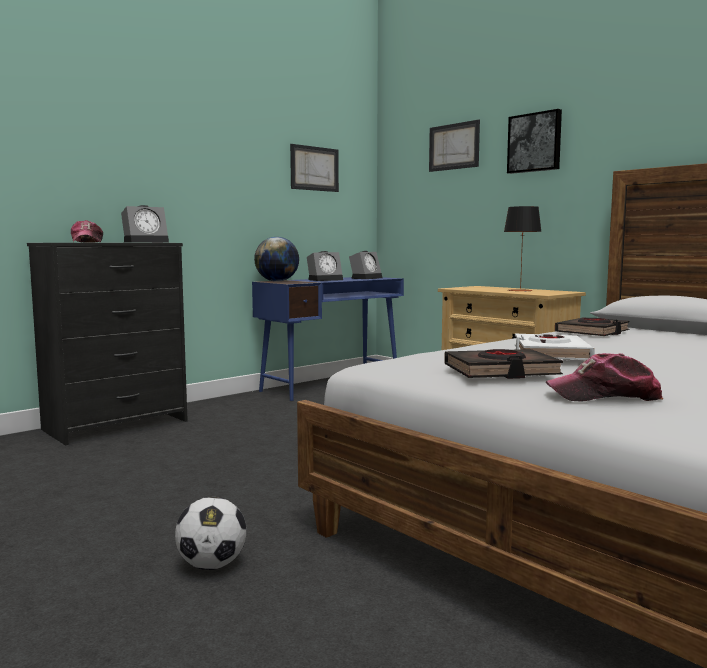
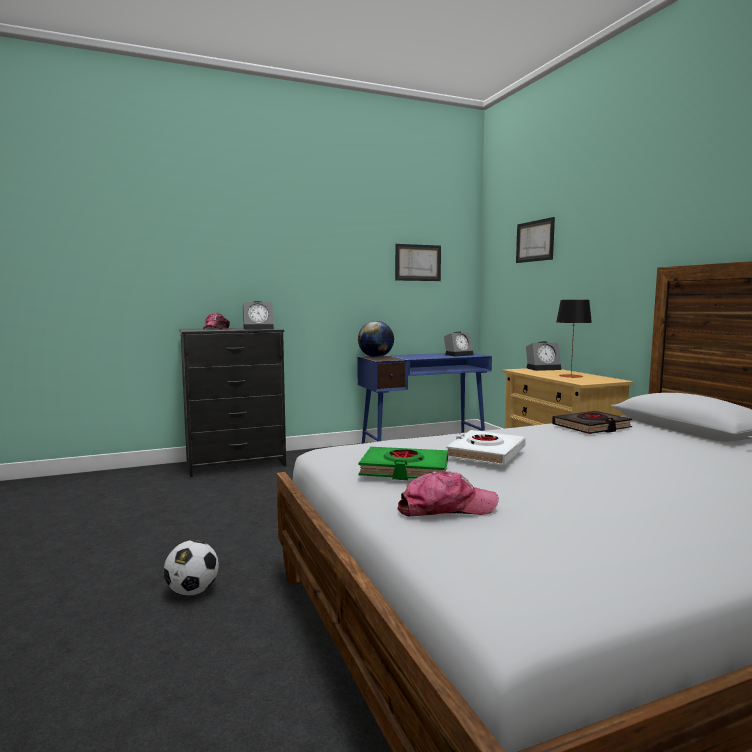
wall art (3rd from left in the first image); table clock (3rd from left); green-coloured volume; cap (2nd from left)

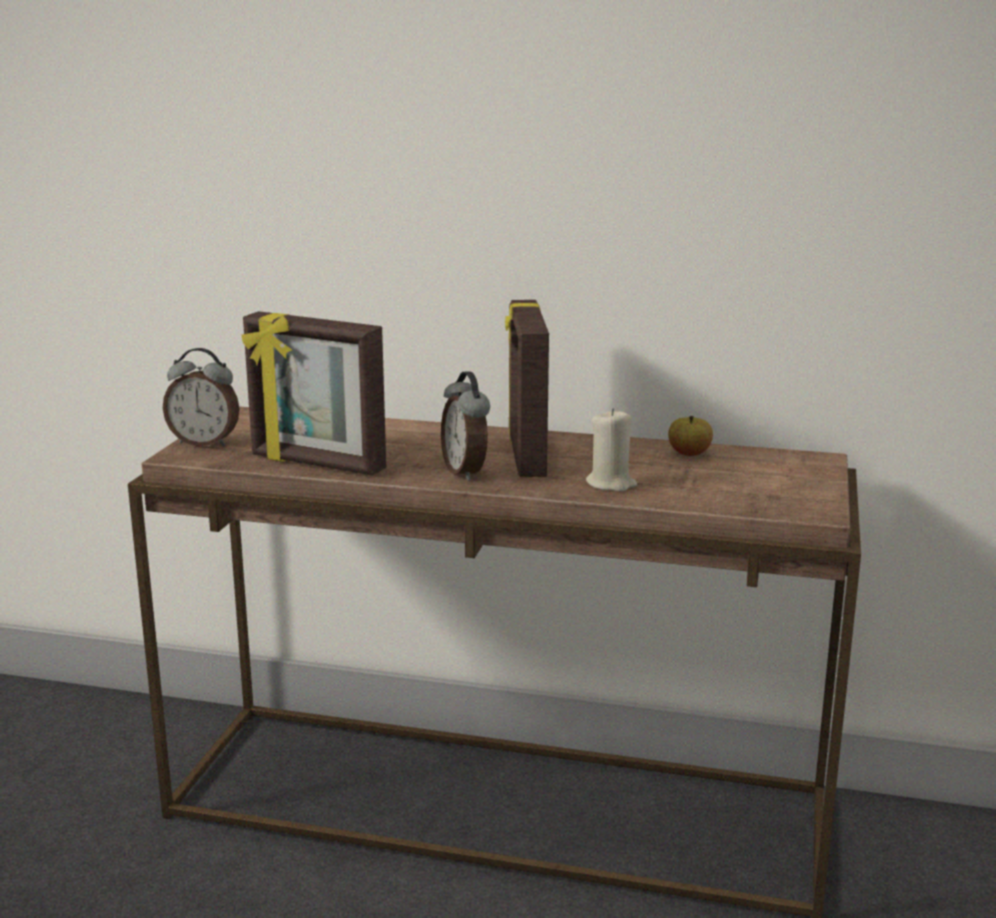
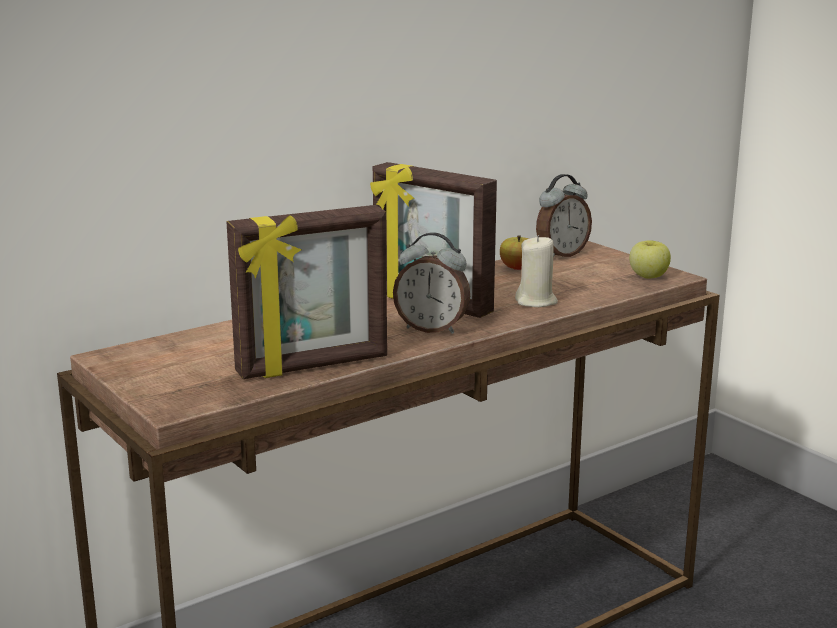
table clock (2nd from left); whole apple (2nd from left)

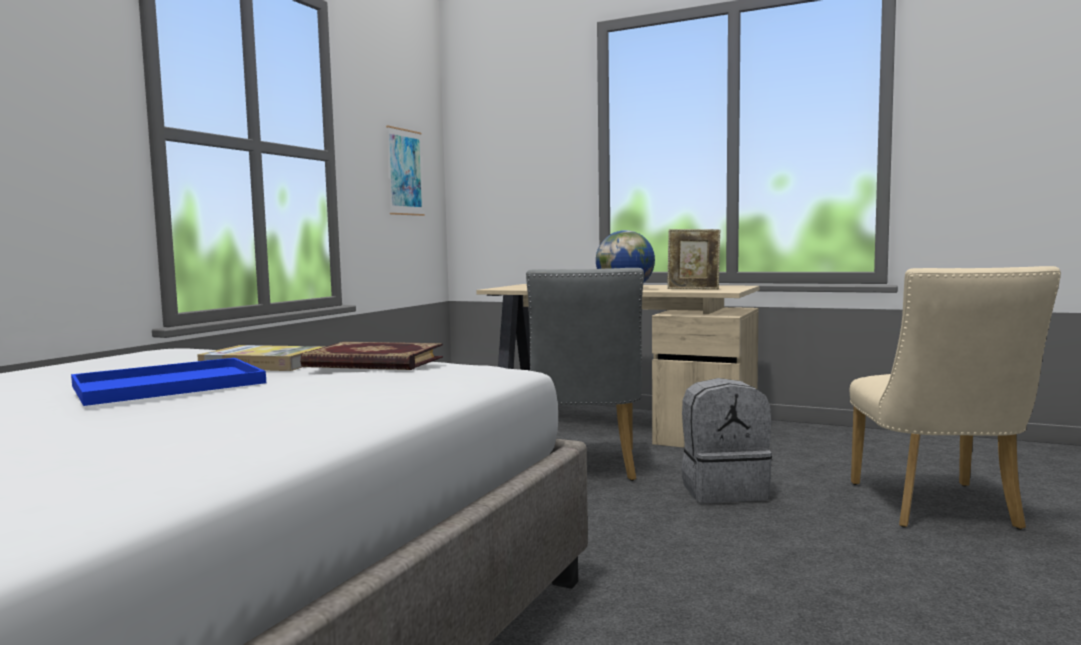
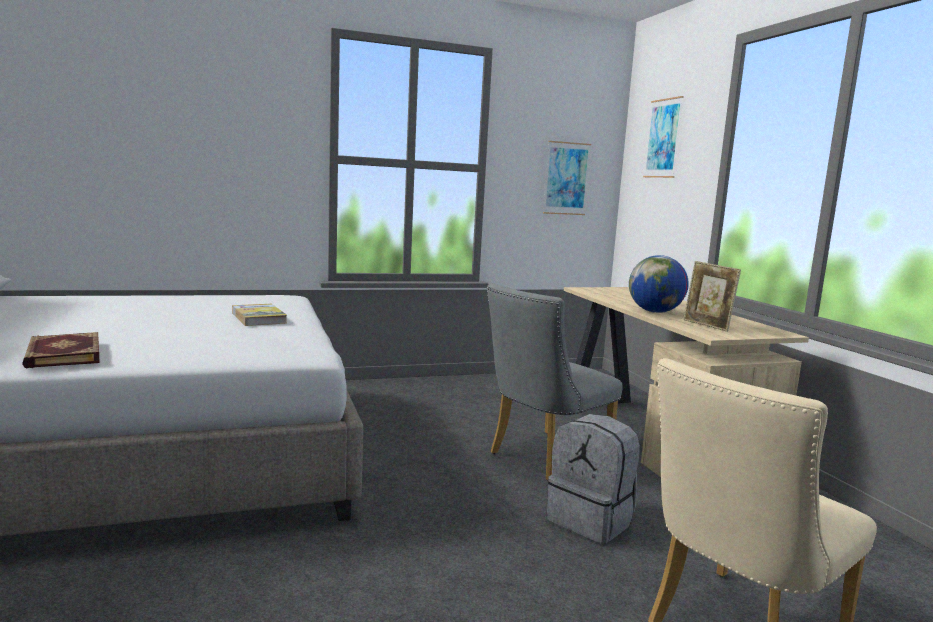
volume (1st from left); bluish serving tray; wall art (2nd from left)

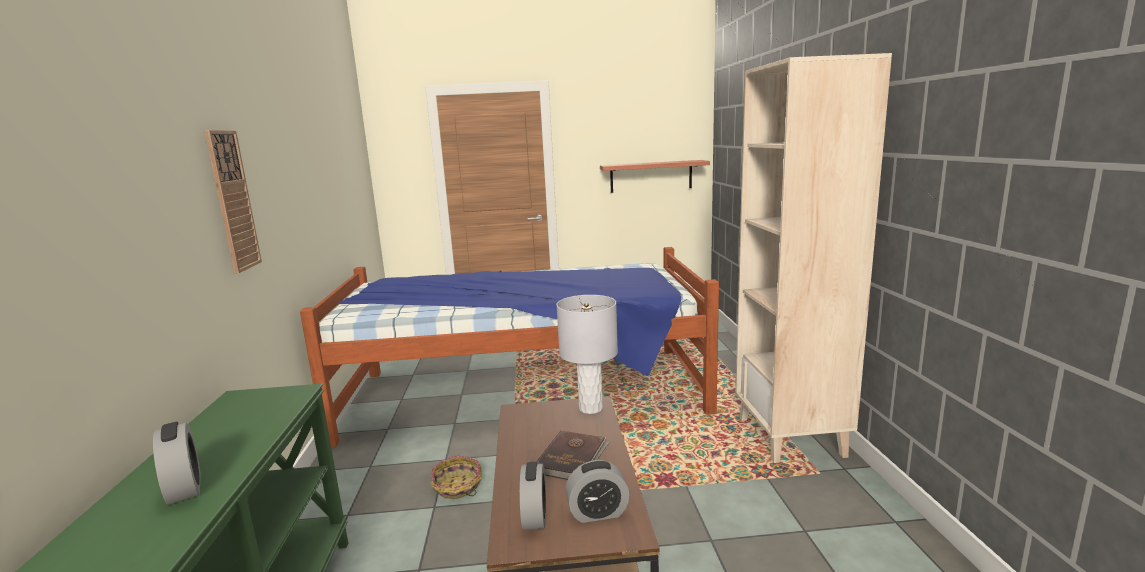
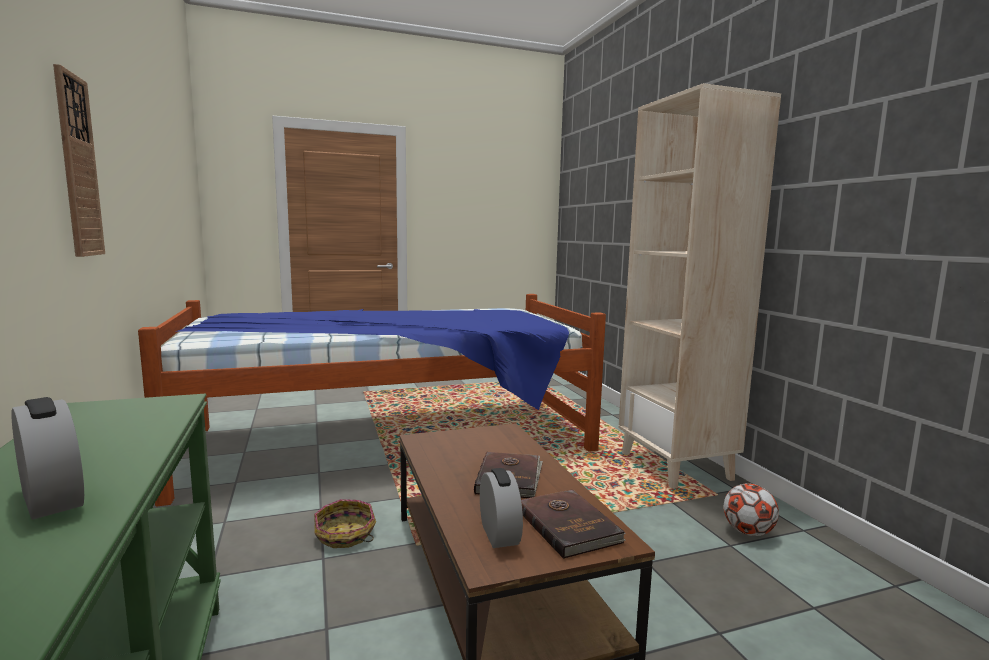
shelf; grey lamp for a table; brown-coloured volume (2nd from left); ball for football

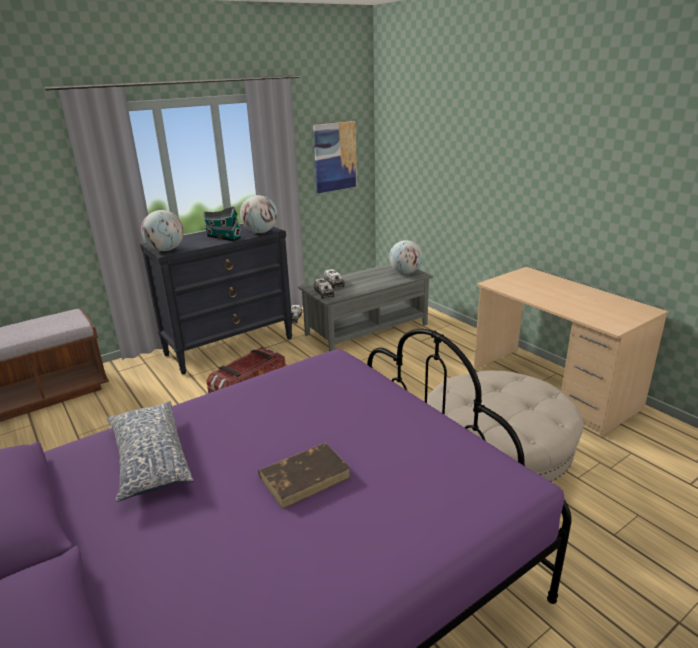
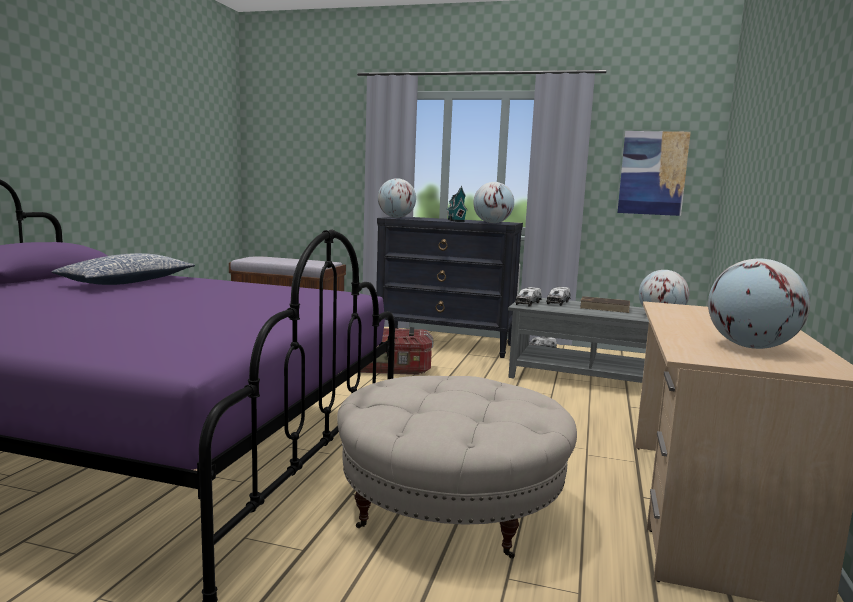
brown-coloured volume; desk globe (4th from left)

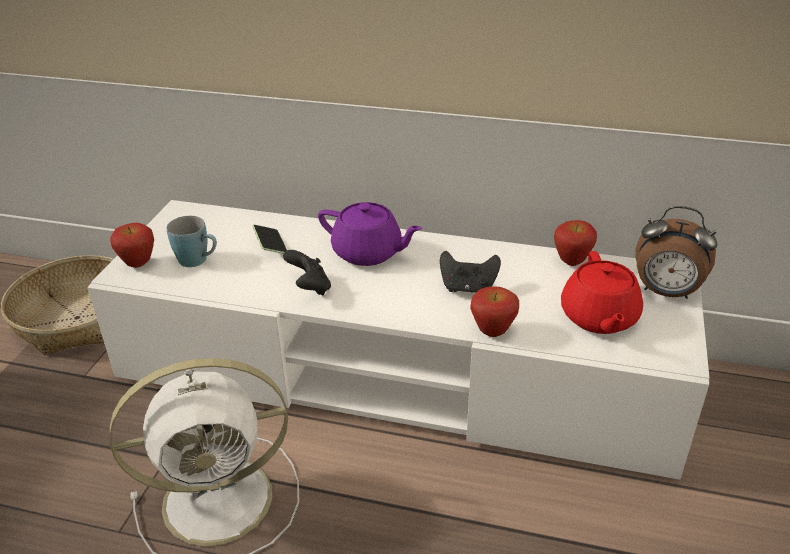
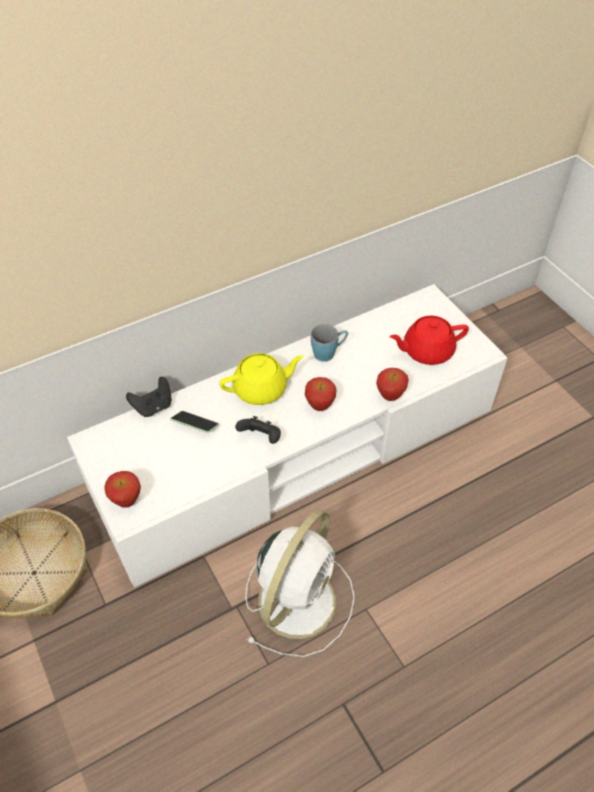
yellowish teapot; table clock; bluish coffee mug; whole apple (2nd from left); blackish game controller (1st from left); reddish teapot

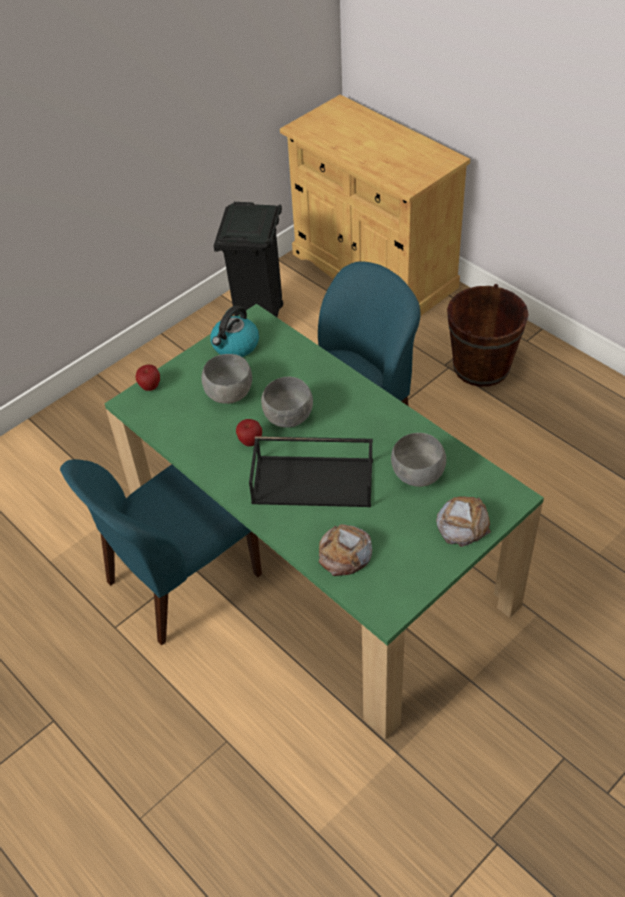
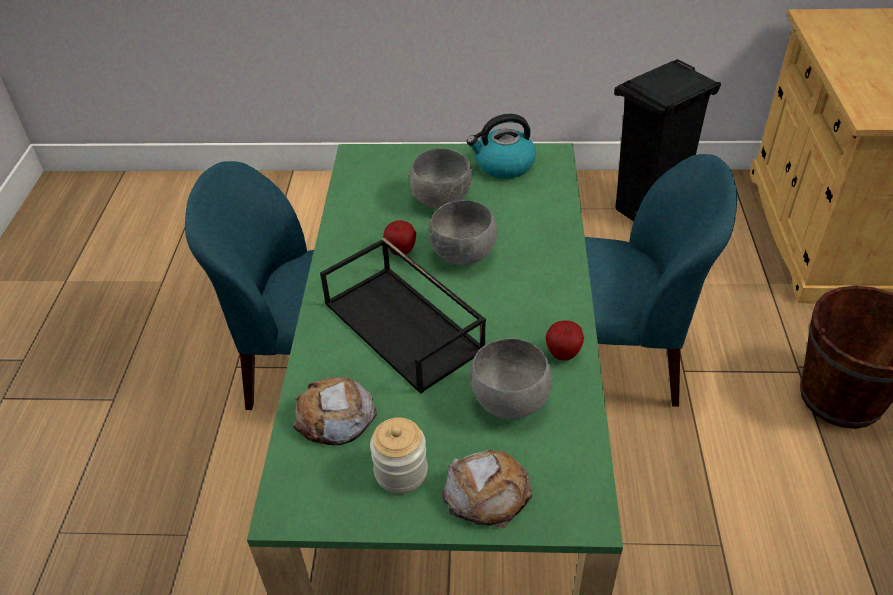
whole apple (2nd from left); jar

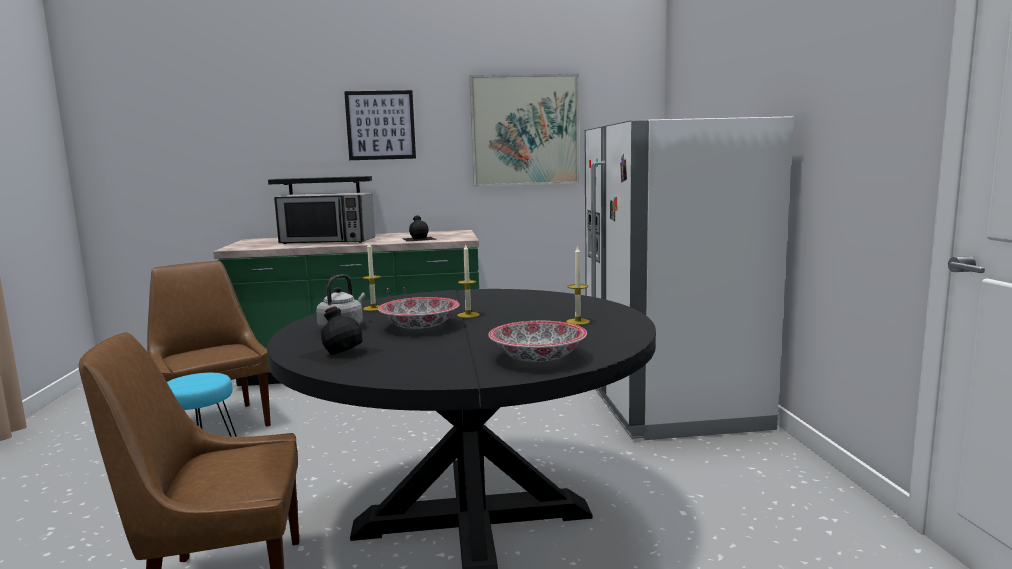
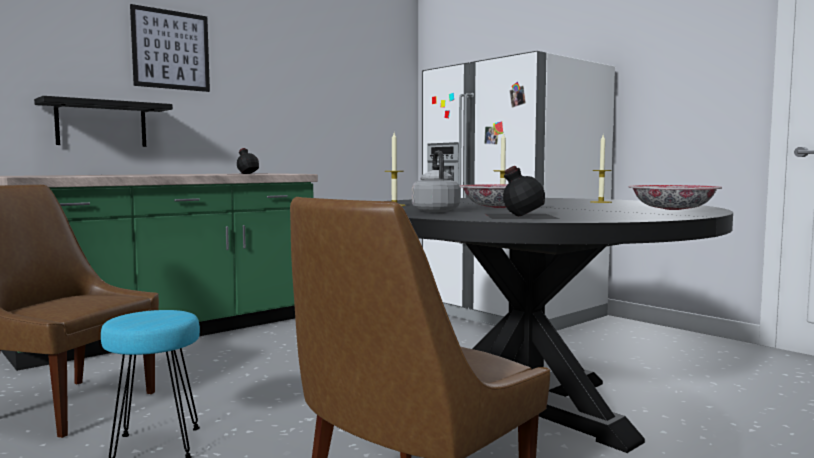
wall art (2nd from left in the first image); microwave oven

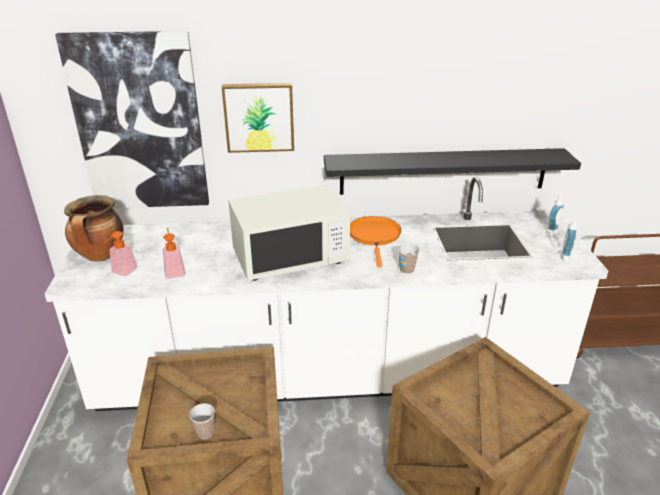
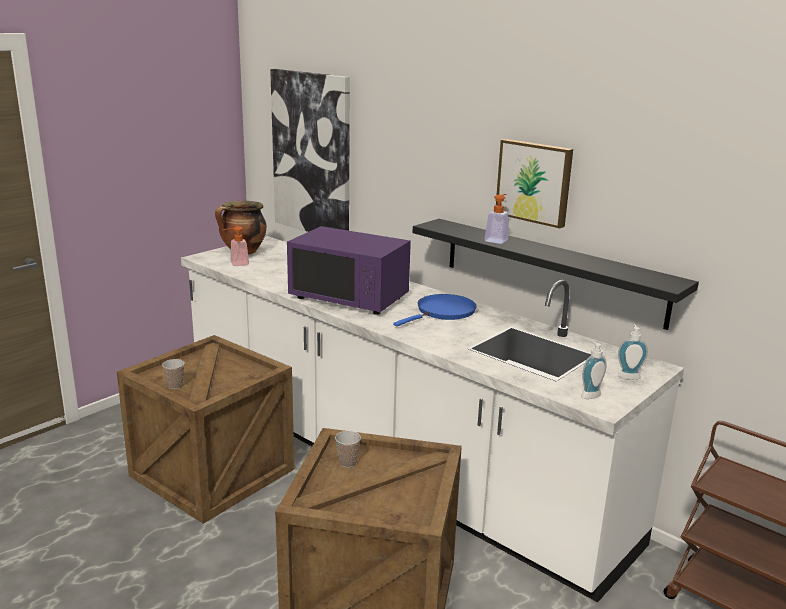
wall art (2nd from left); purple-coloured microwave oven; bluish skillet; soap dispenser (2nd from left); small cup (2nd from left)

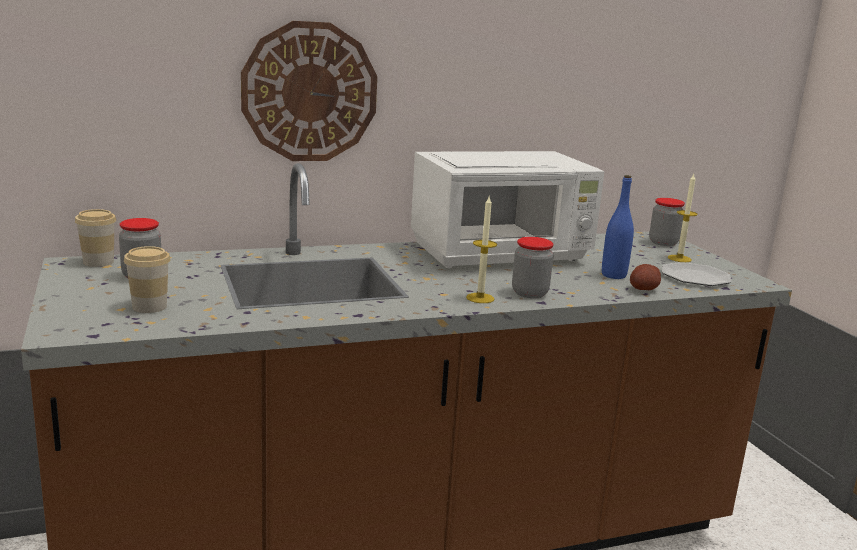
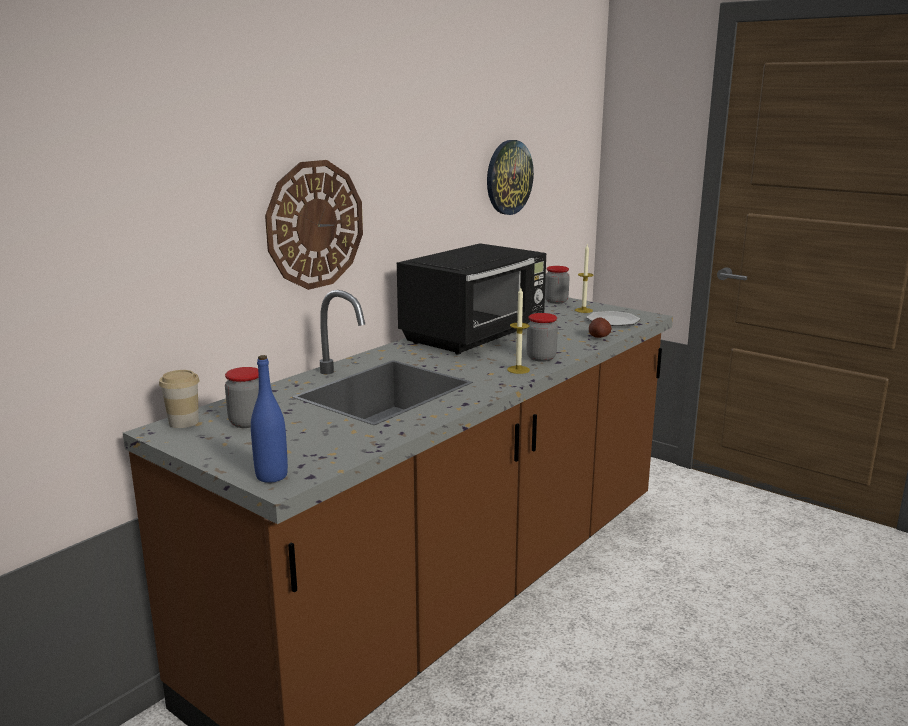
blackish microwave oven; bluish bottle; small cup (2nd from left in the first image); hanging clock (2nd from left)

